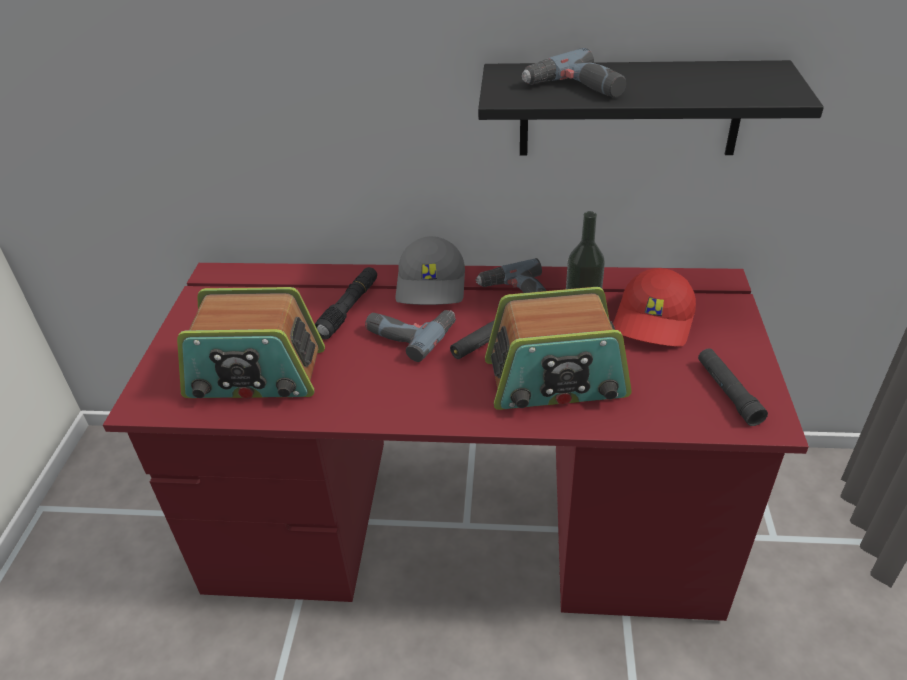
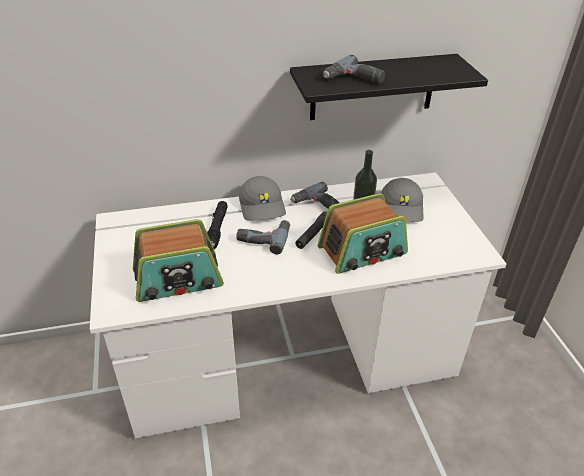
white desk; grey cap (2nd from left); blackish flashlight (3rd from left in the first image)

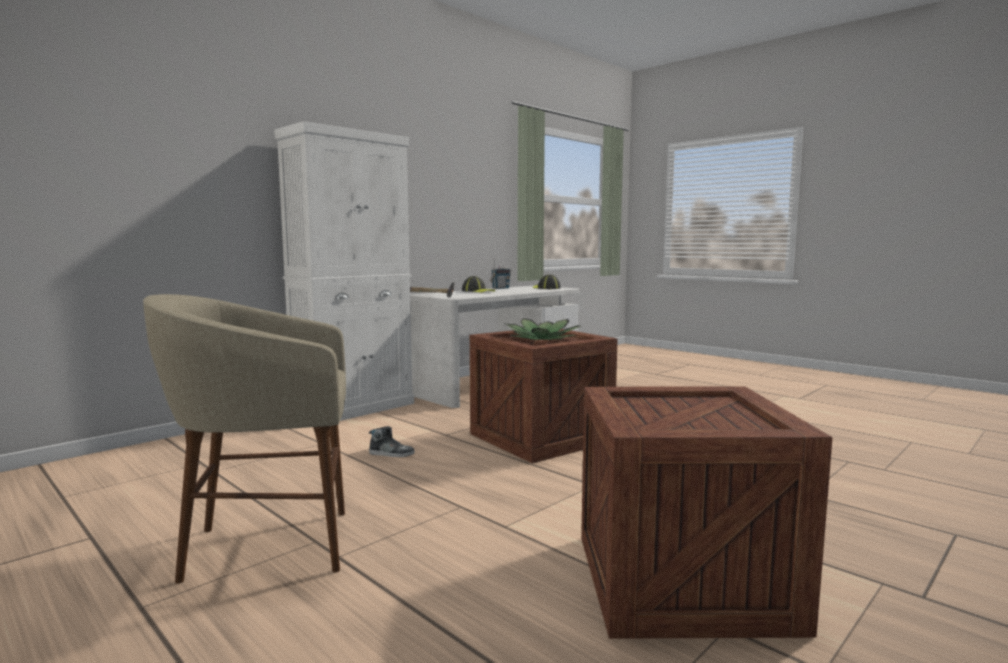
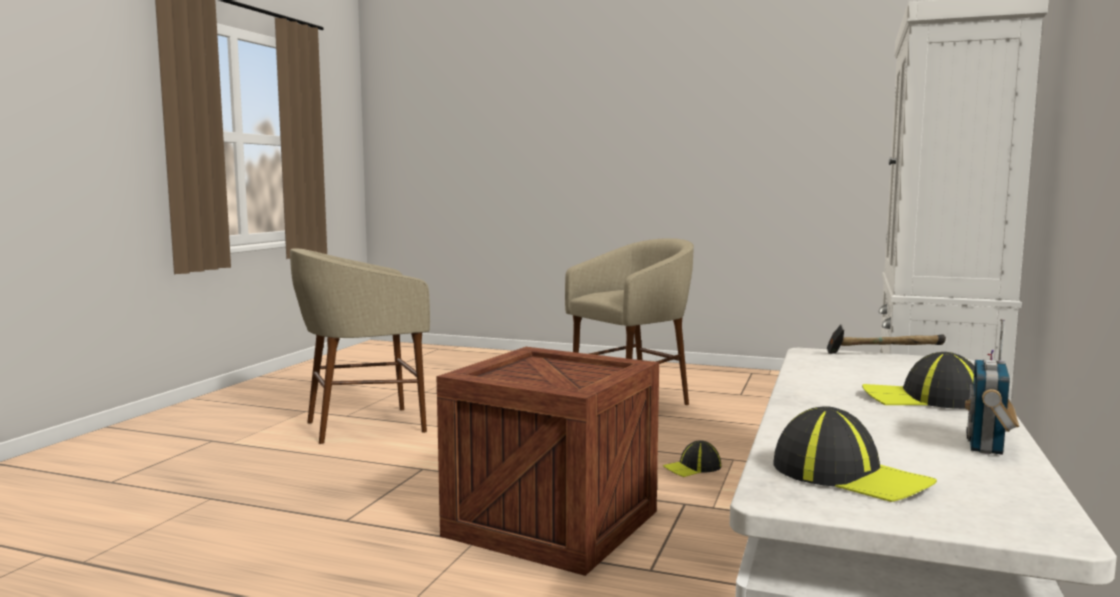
plant in a pot; beige-coloured stool (1st from left); cap (1st from left)

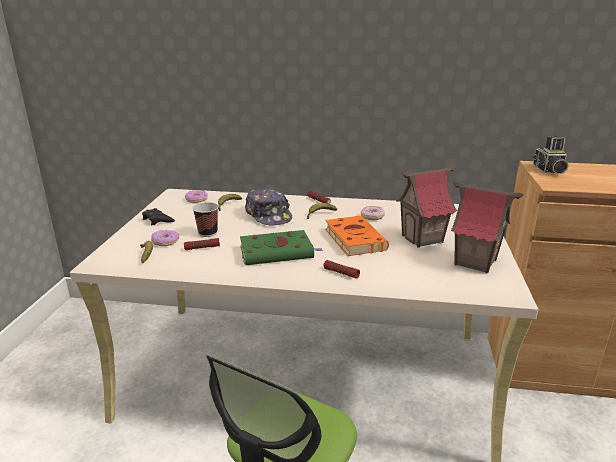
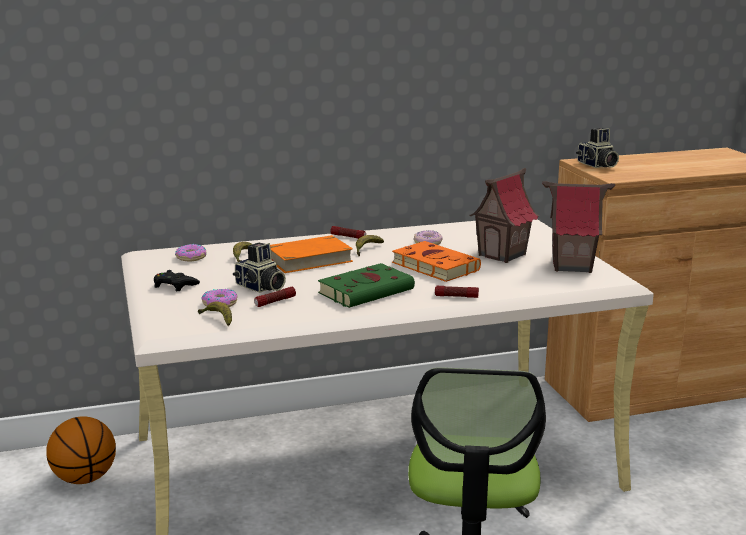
orange volume (1st from left); photo camera (1st from left); ball for basketball

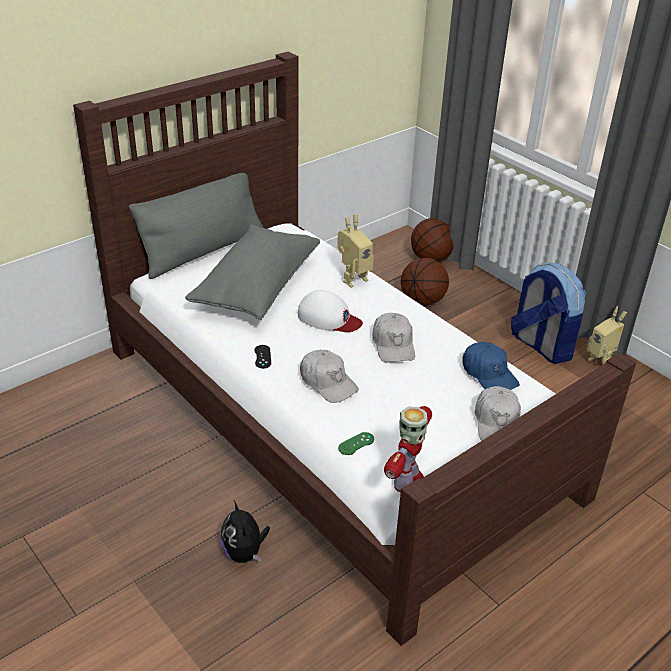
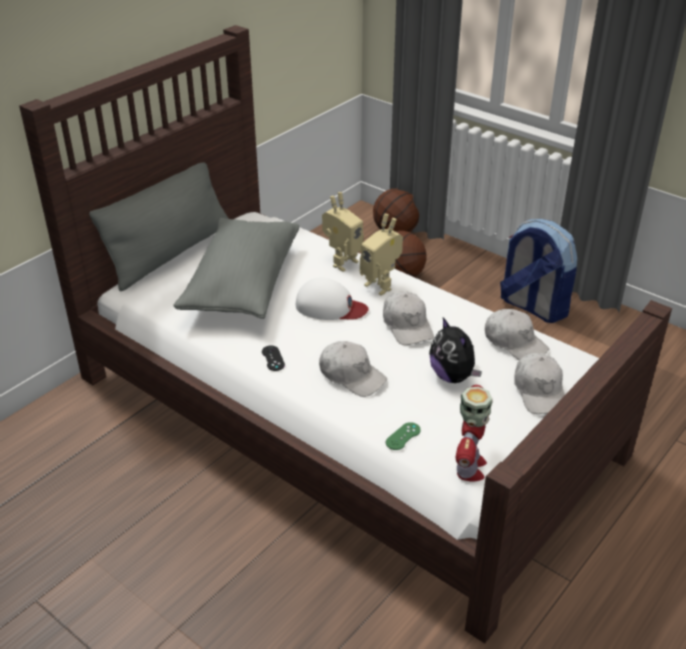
toy robot (2nd from left); white cap (4th from left); plush toy

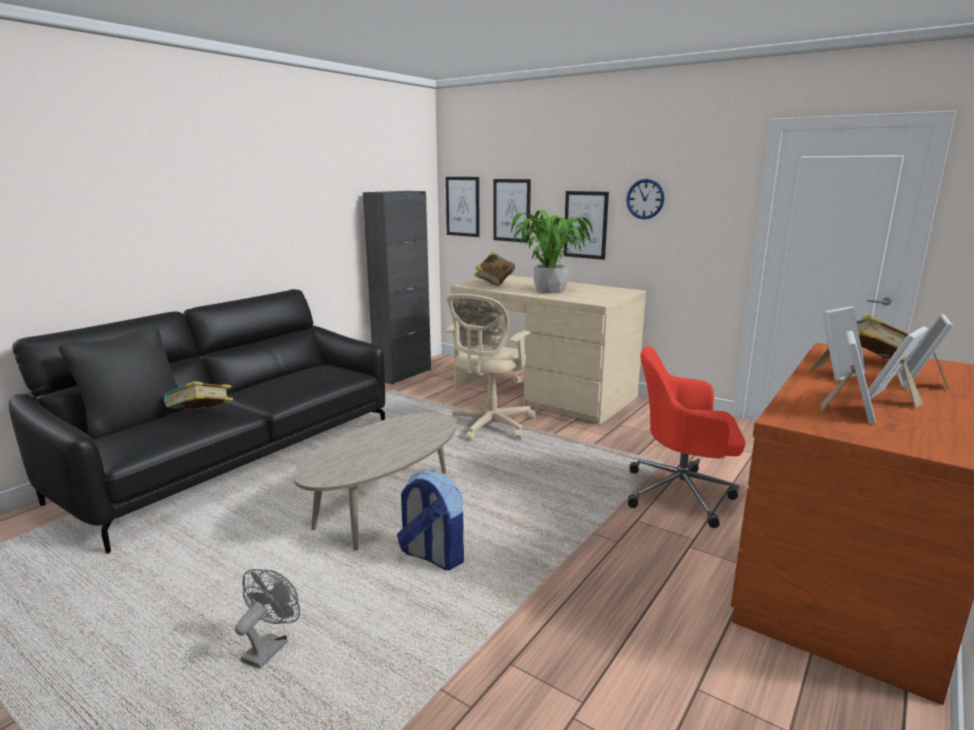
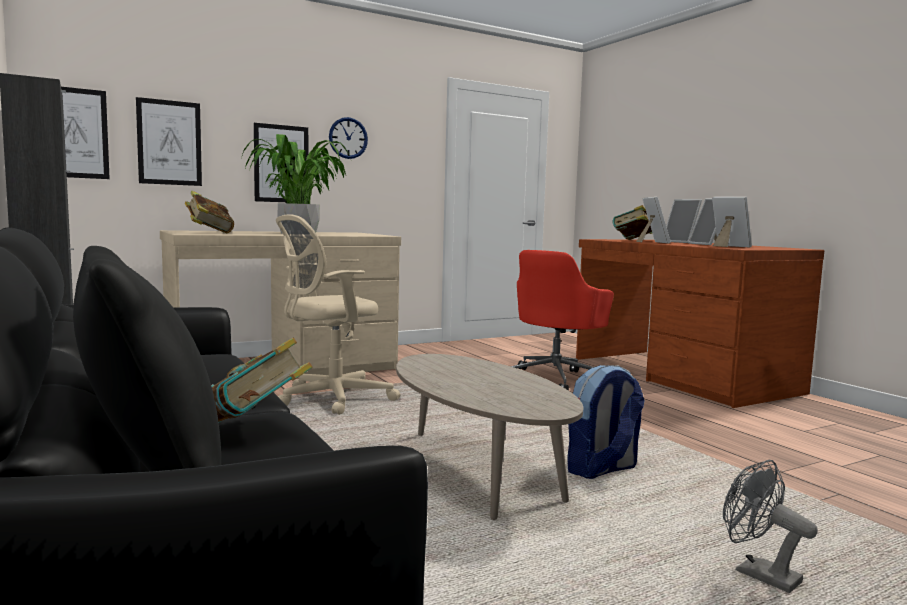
beige-coloured office chair

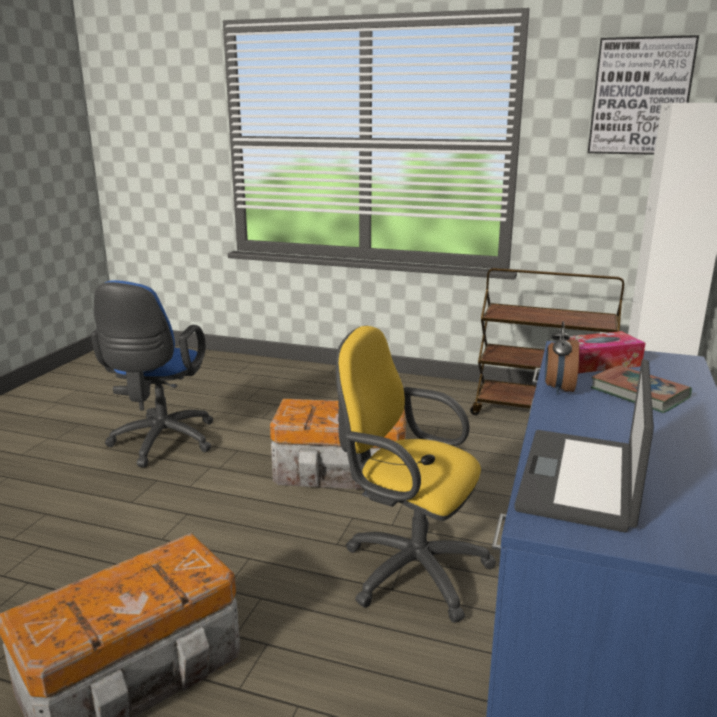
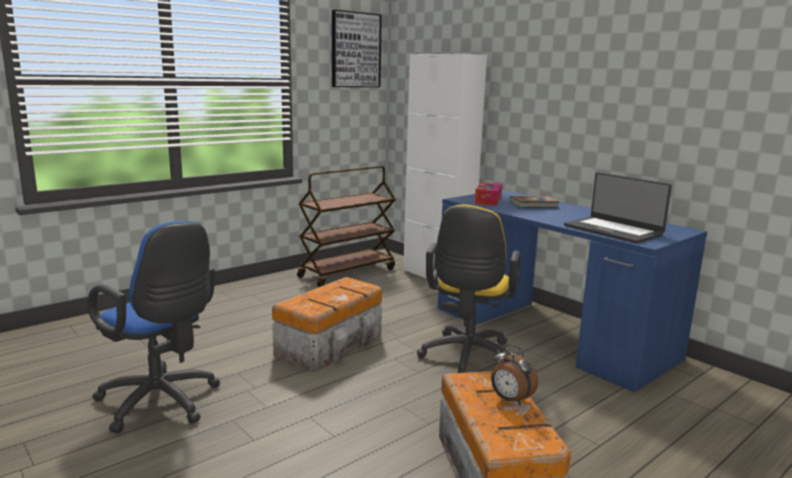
table clock; yellowish office chair

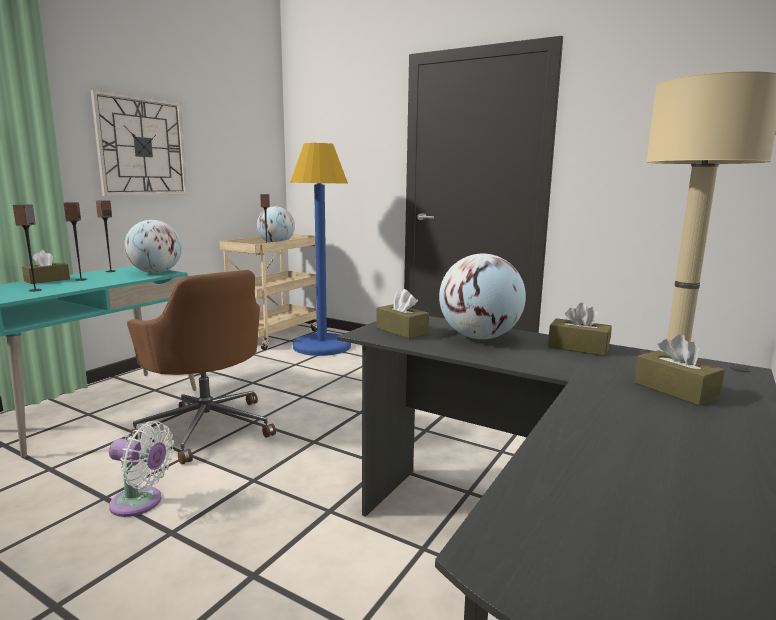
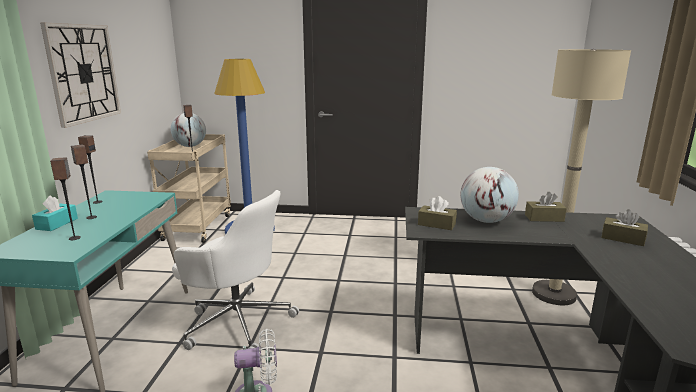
desk globe (1st from left in the first image); blue-green tissue holder; white office chair

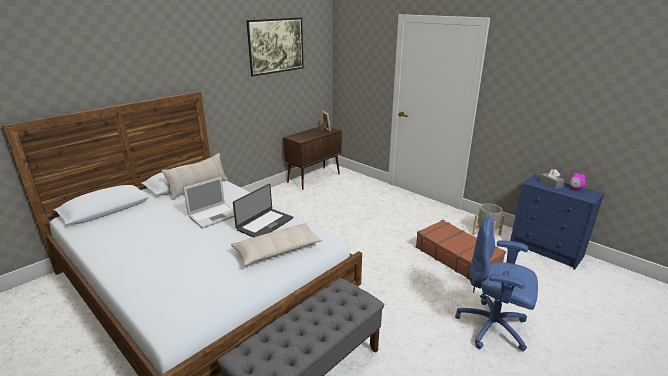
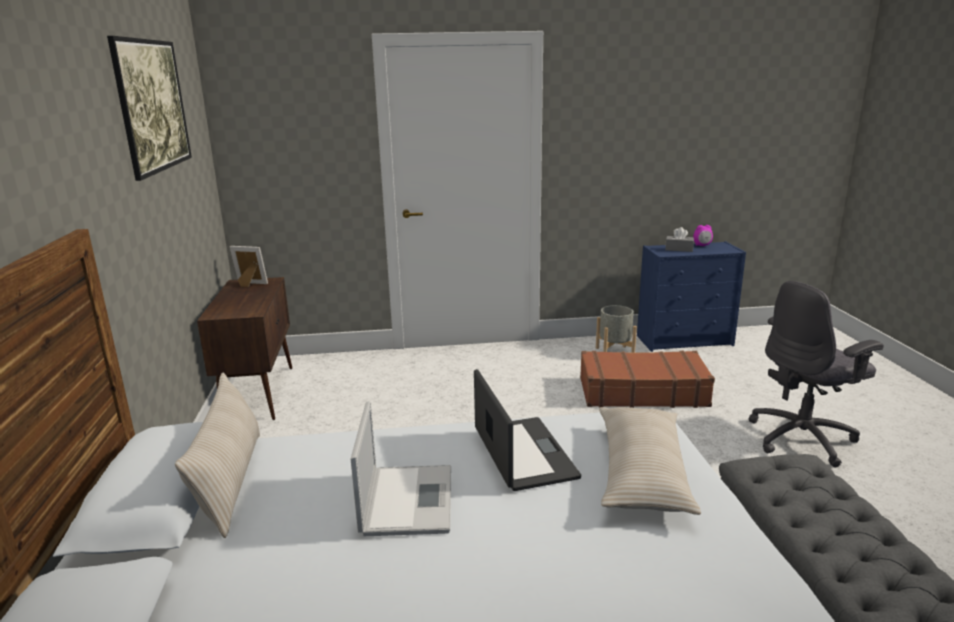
grey office chair

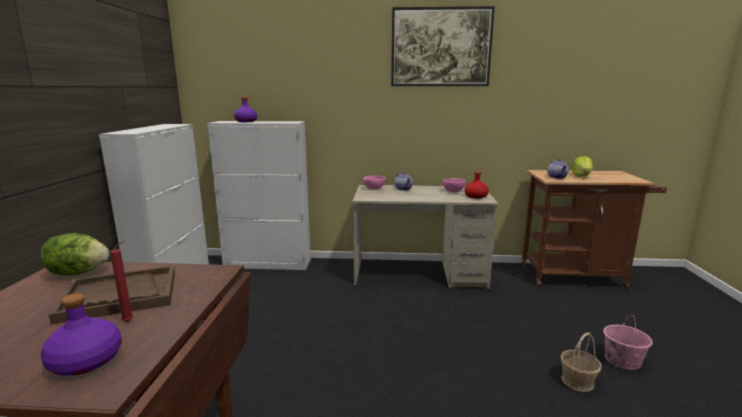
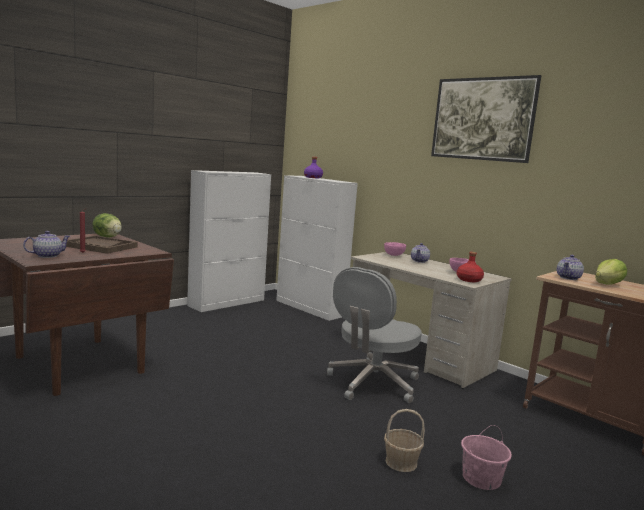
teapot (1st from left); grey office chair

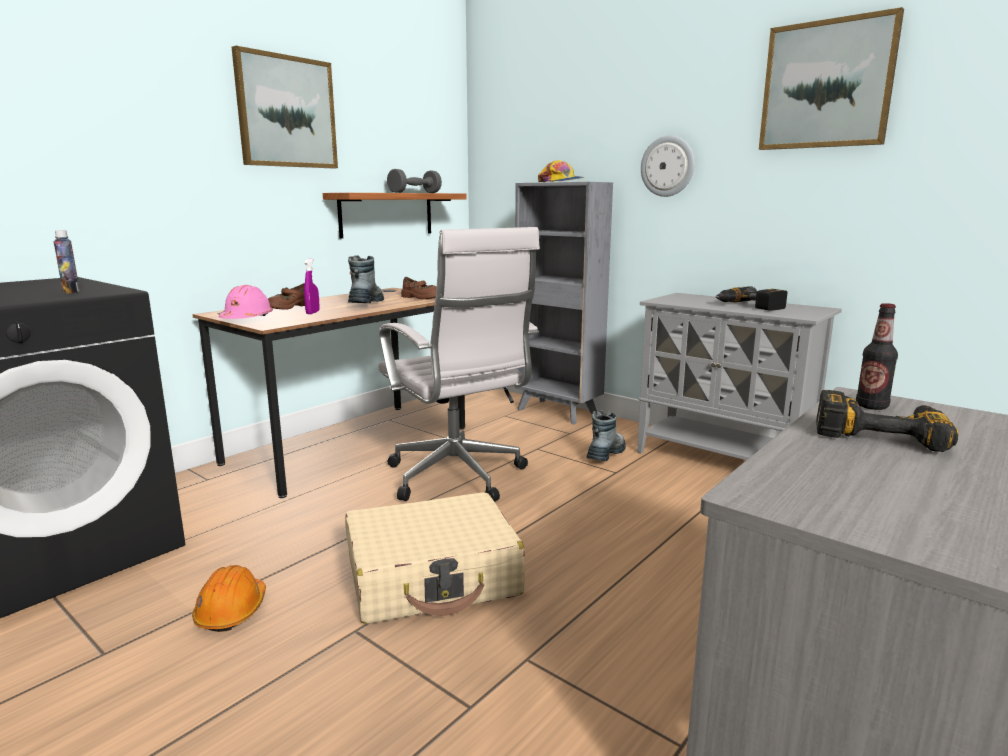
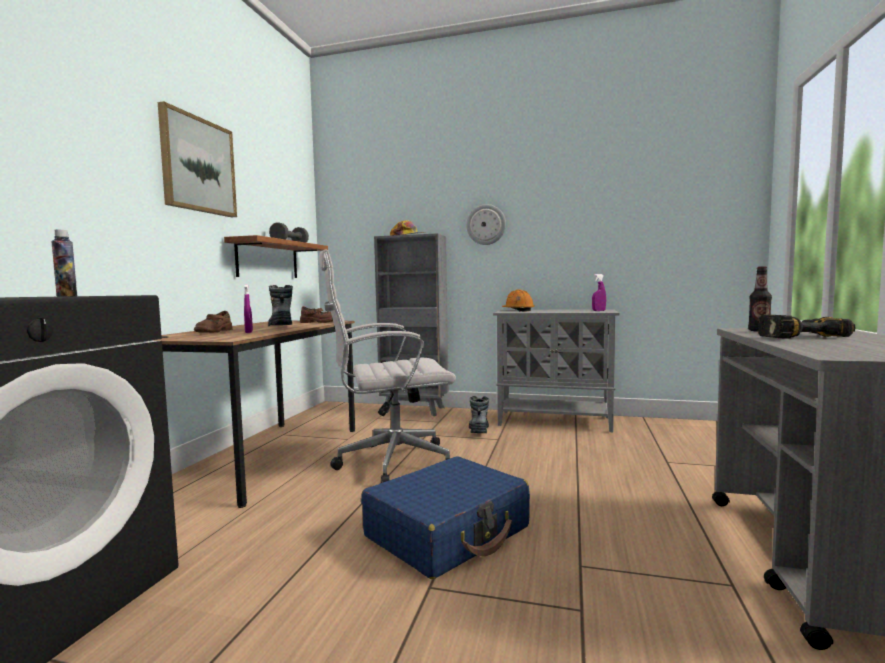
wall art (2nd from left in the first image); white office chair; pinkish safety helmet; electric drill (1st from left in the first image); bluish suitcase; orange safety helmet; purple-coloured sprayer (2nd from left)

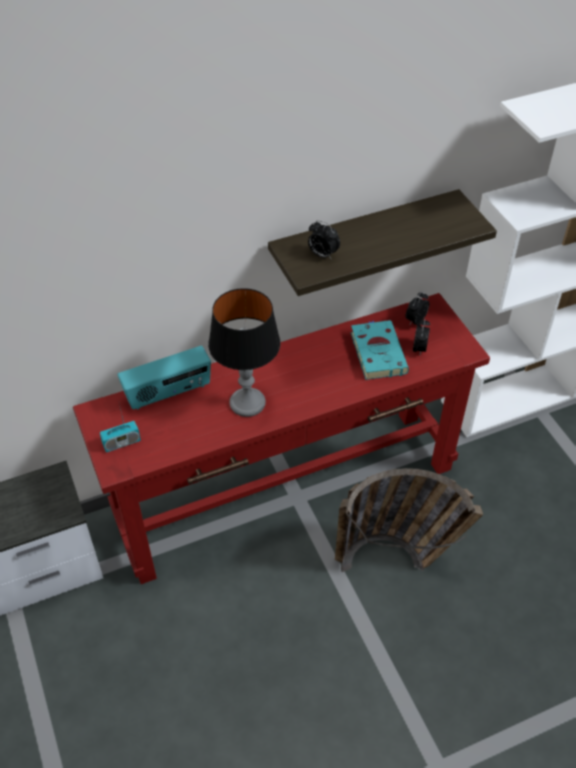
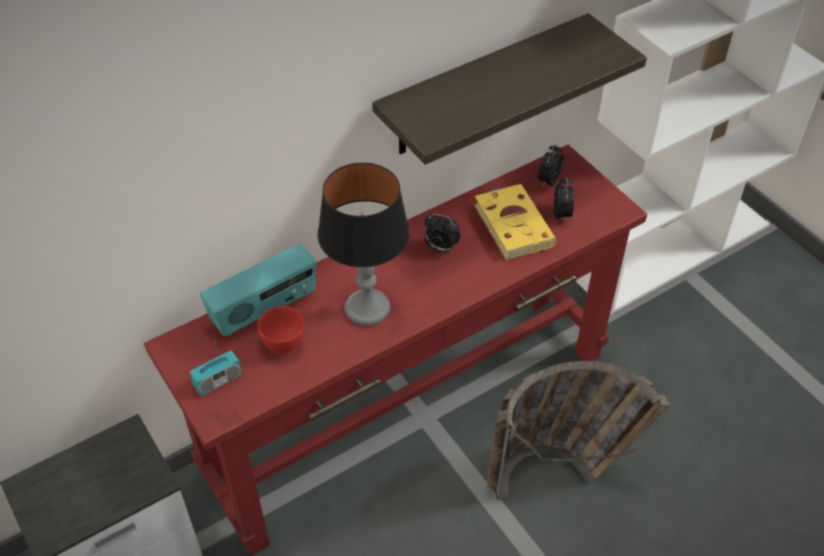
table clock (1st from left); yellowish volume; reddish serving bowl

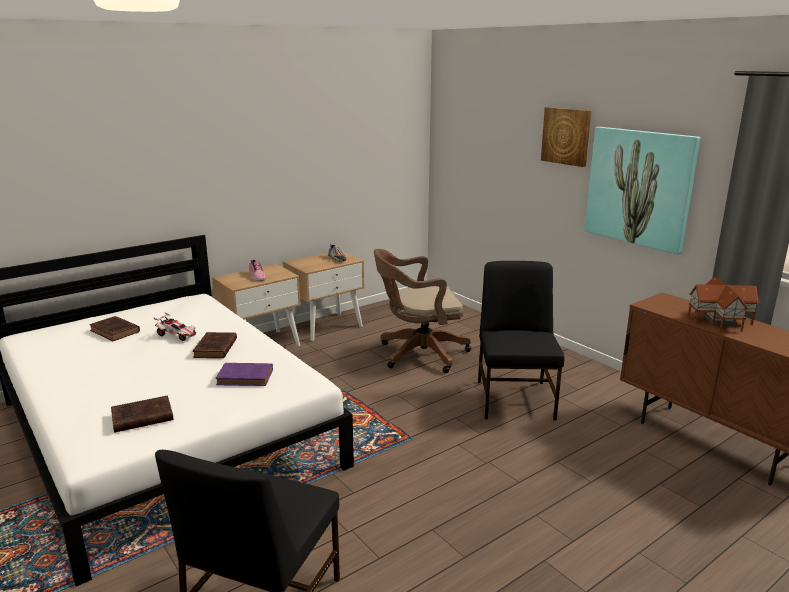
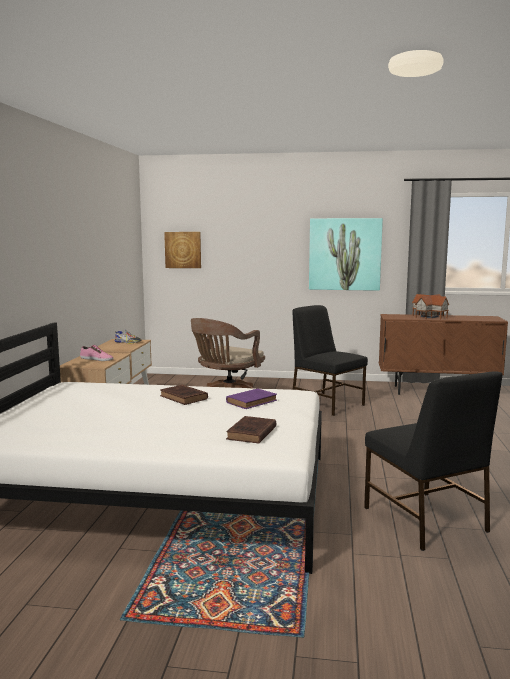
wall art (1st from left); miniature car; brown-coloured volume (1st from left in the first image)

